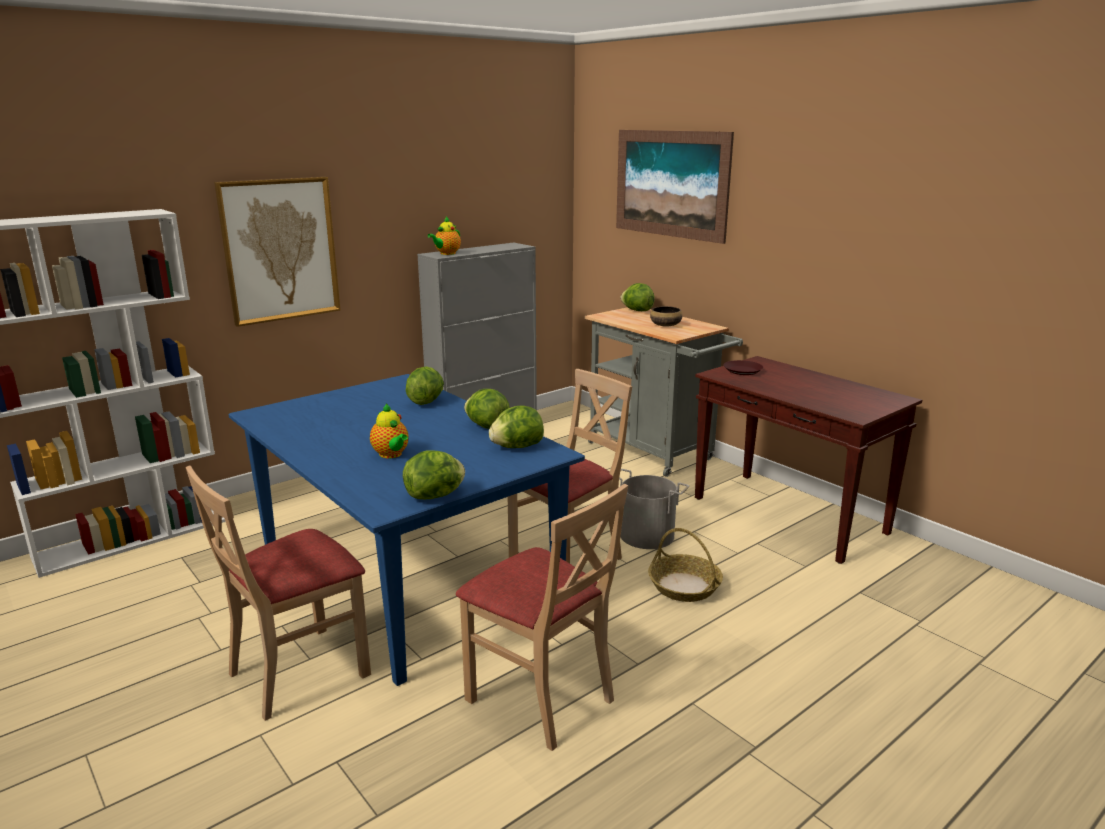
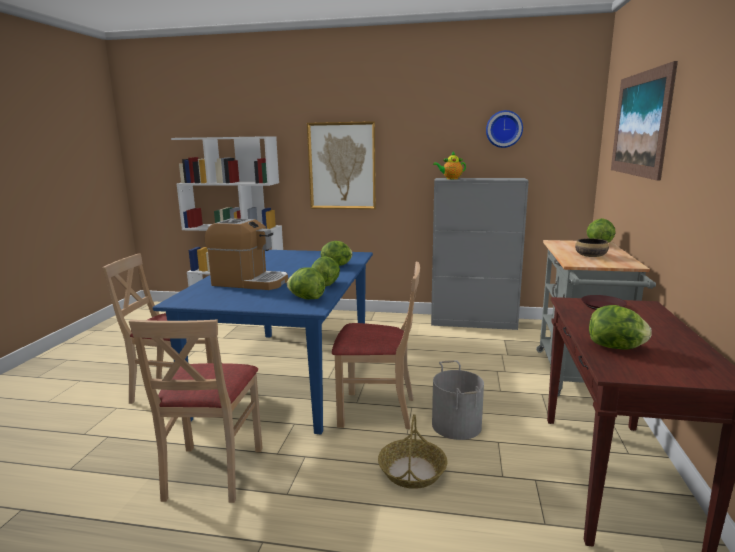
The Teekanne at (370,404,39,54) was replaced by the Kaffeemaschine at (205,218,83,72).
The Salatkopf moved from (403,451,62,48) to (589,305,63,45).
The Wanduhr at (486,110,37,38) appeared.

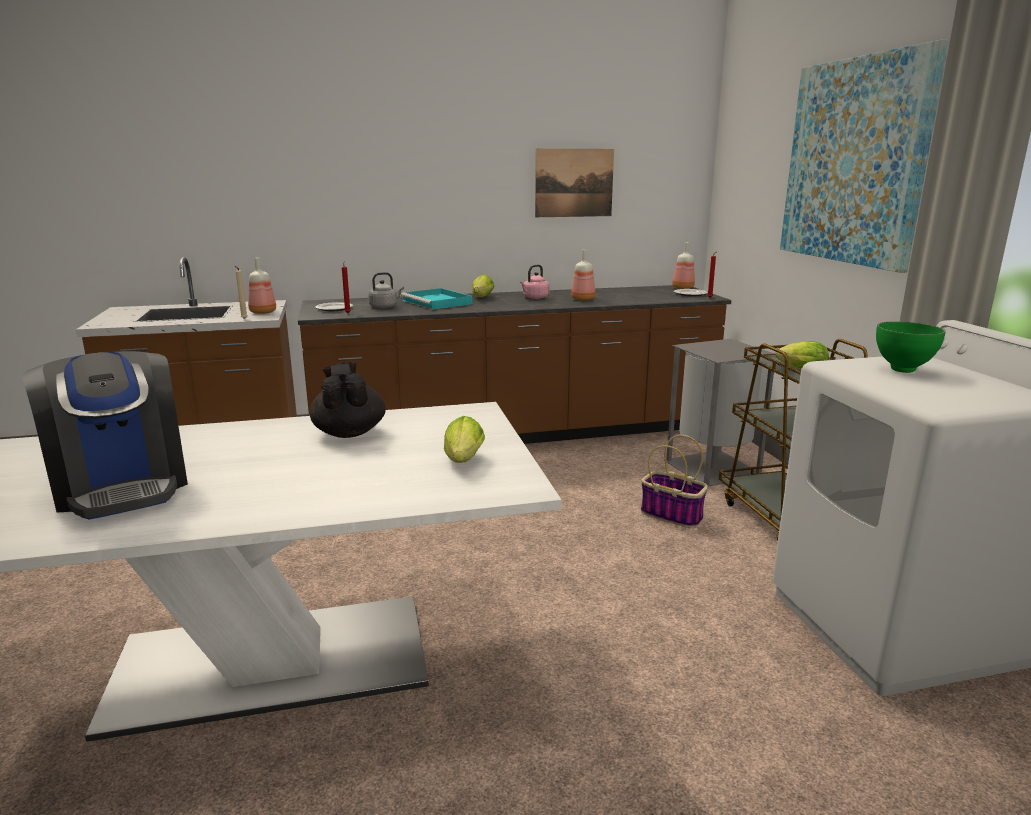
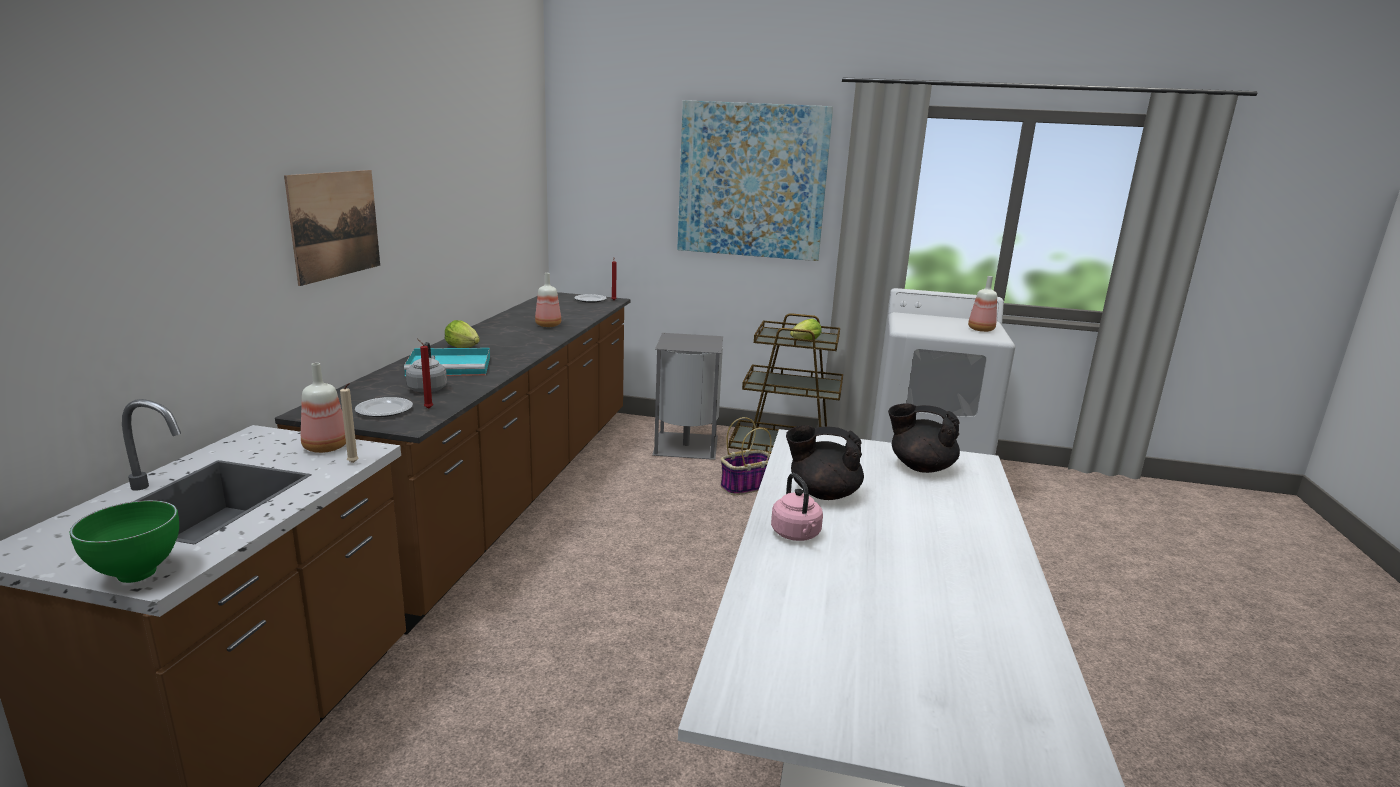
The Bild moved from (535,149,79,68) to (284,170,96,116).
The Flasche moved from (672,242,23,47) to (968,276,29,56).
The Wasserkessel/rosa moved from (520,265,30,34) to (771,473,52,68).
The Schüssel/grün moved from (876,321,70,52) to (69,500,110,83).
The Kaffeemaschine at (22,351,166,169) disappeared.
The Salatkopf at (444,416,41,47) was replaced by the Teekanne/schwarz at (888,404,72,69).

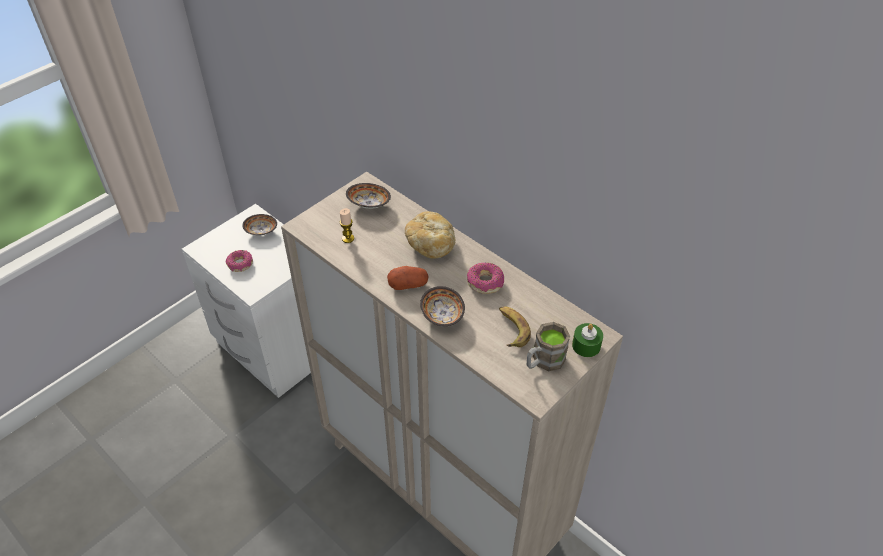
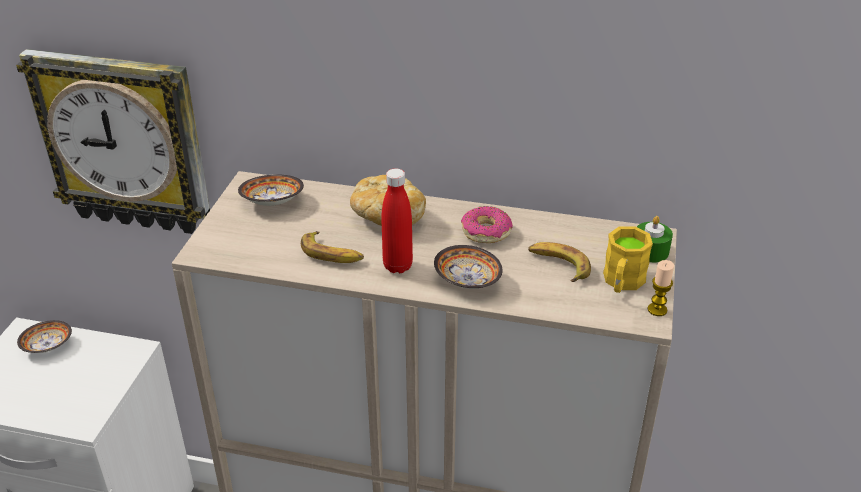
The Kerze moved from (340,208,14,35) to (647,260,27,56).
The Donut at (226,250,27,22) disappeared.
The Kartoffel at (387,266,41,24) was replaced by the Flasche/rot at (382,169,31,104).
The Henkelbecher/braun at (527,322,43,49) became the Henkelbecher/gelb at (603,227,50,66).
The Wanduhr at (16,49,194,185) appeared.
The Banane at (301,231,63,32) appeared.

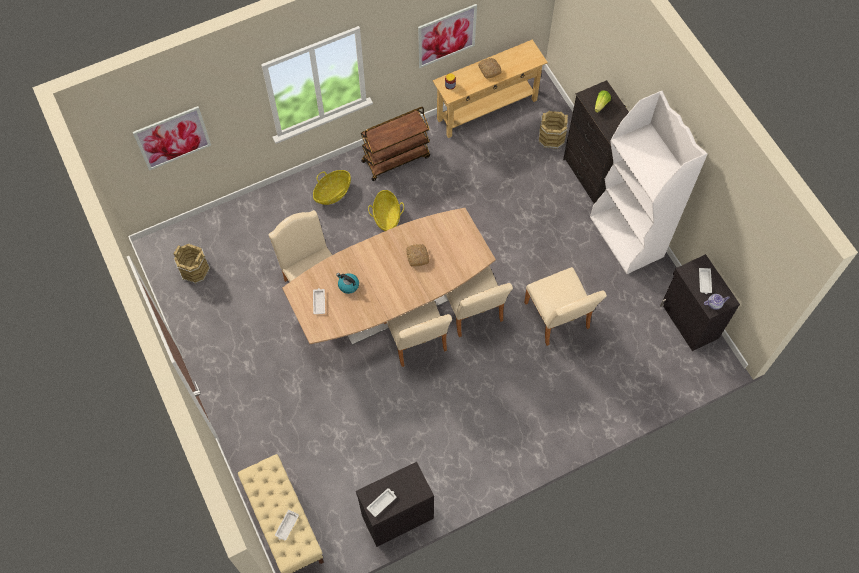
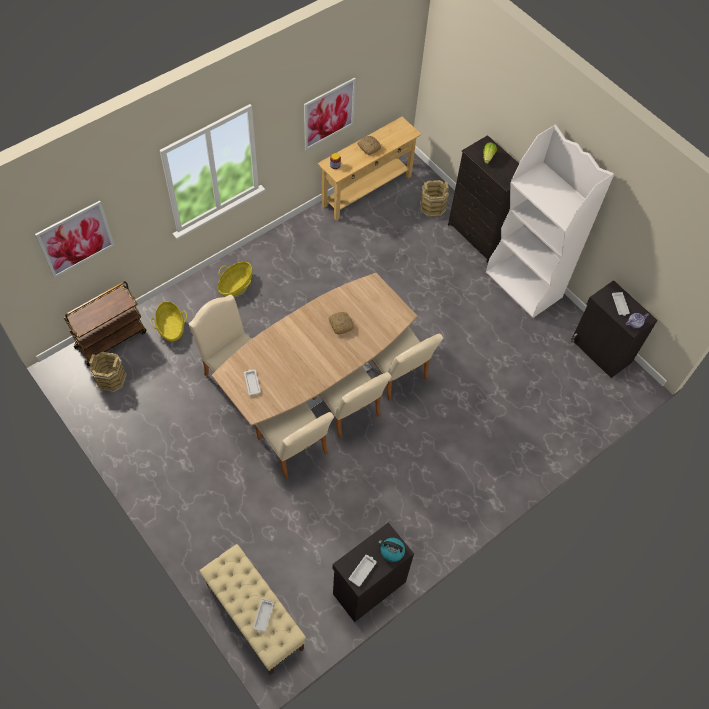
The Rollwagen/braun moved from (361,107,69,74) to (64,281,83,85).
The Korb moved from (368,190,36,41) to (150,301,37,40).
The Stuhl/beige moved from (524,267,83,79) to (255,402,79,77).
The Wasserkessel moved from (336,273,23,21) to (378,538,27,24).

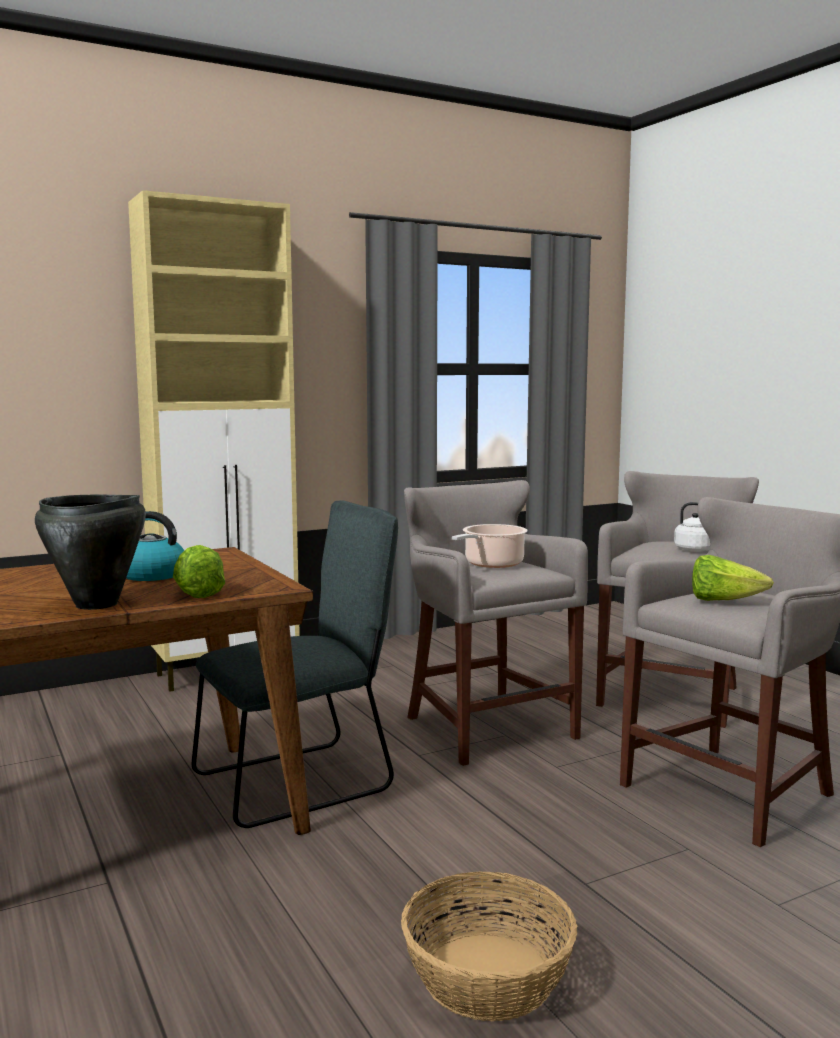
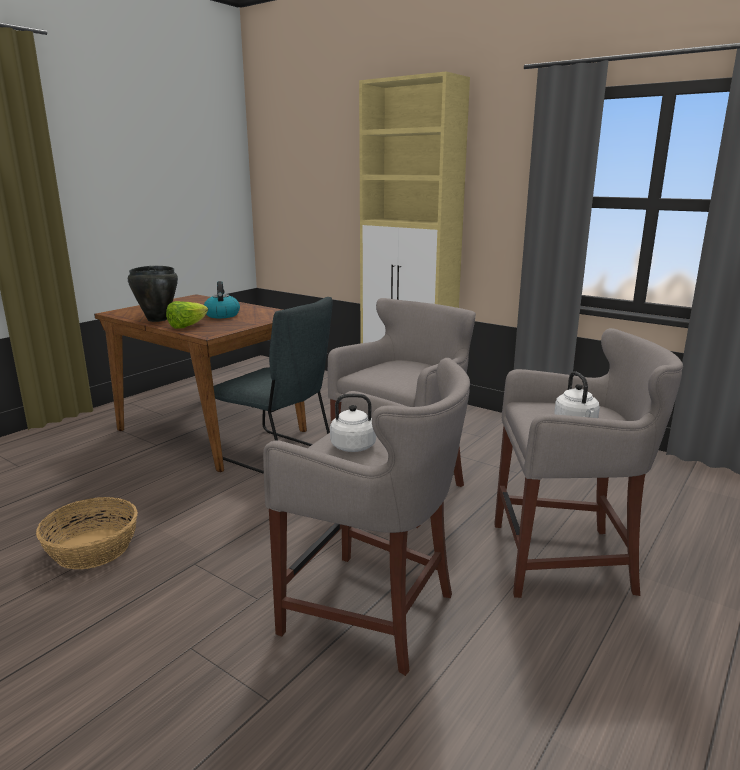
The Kochtopf at (452,524,75,44) disappeared.
The Salatkopf at (692,555,82,46) was replaced by the Wasserkessel/weiß at (330,394,46,58).

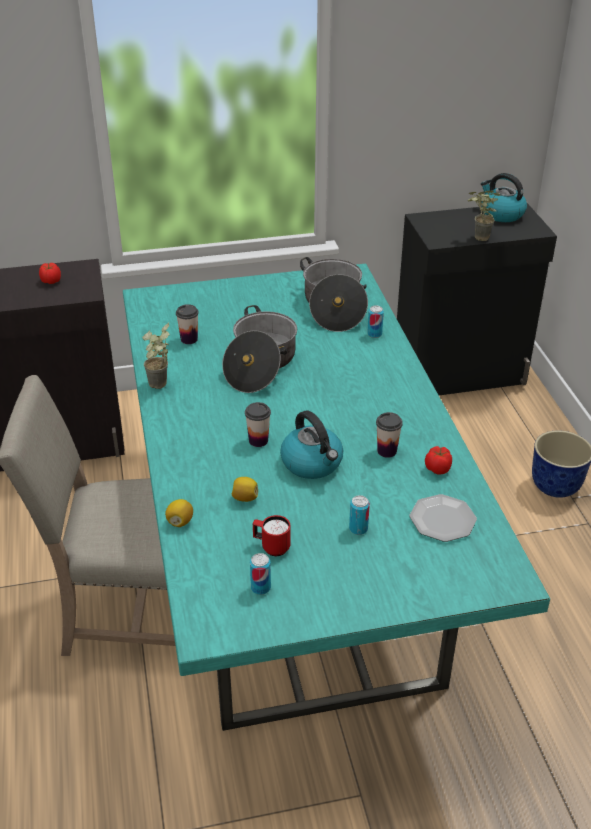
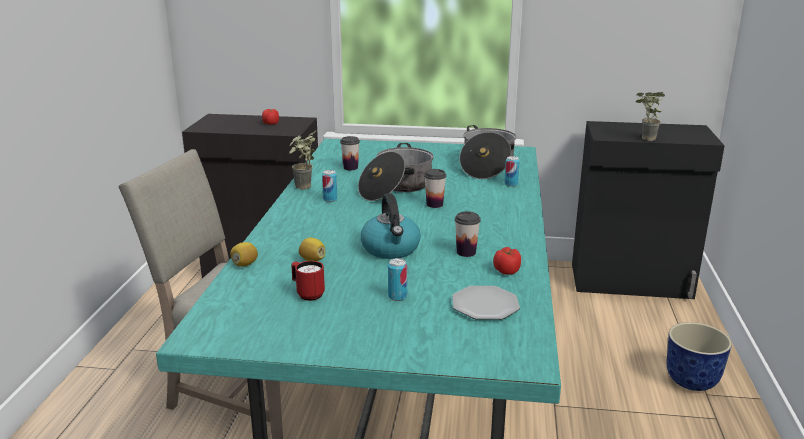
The Wasserkessel at (481,173,46,49) disappeared.
The Tasse moved from (245,402,26,45) to (424,169,22,39).
The Dose moved from (250,553,21,42) to (322,170,15,32).

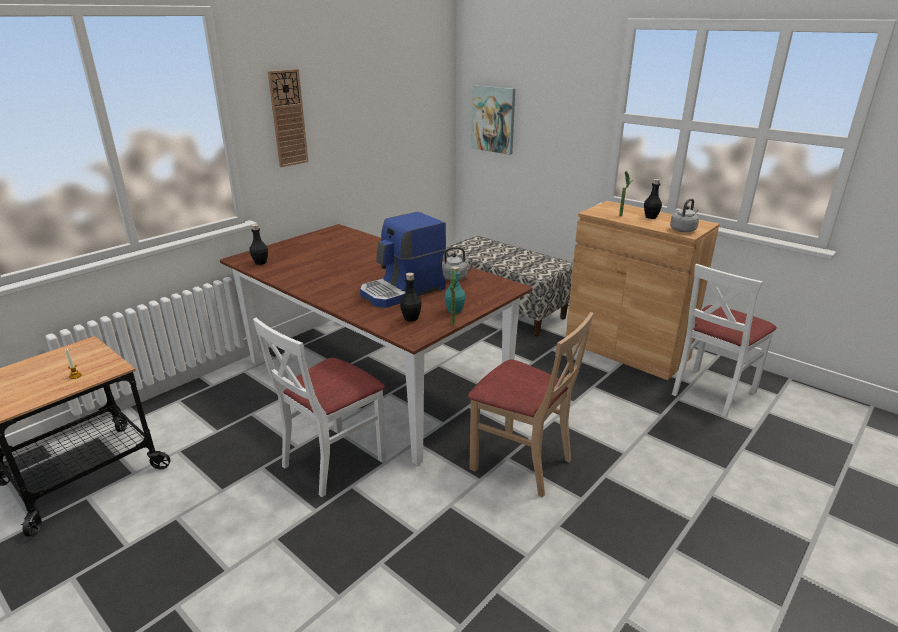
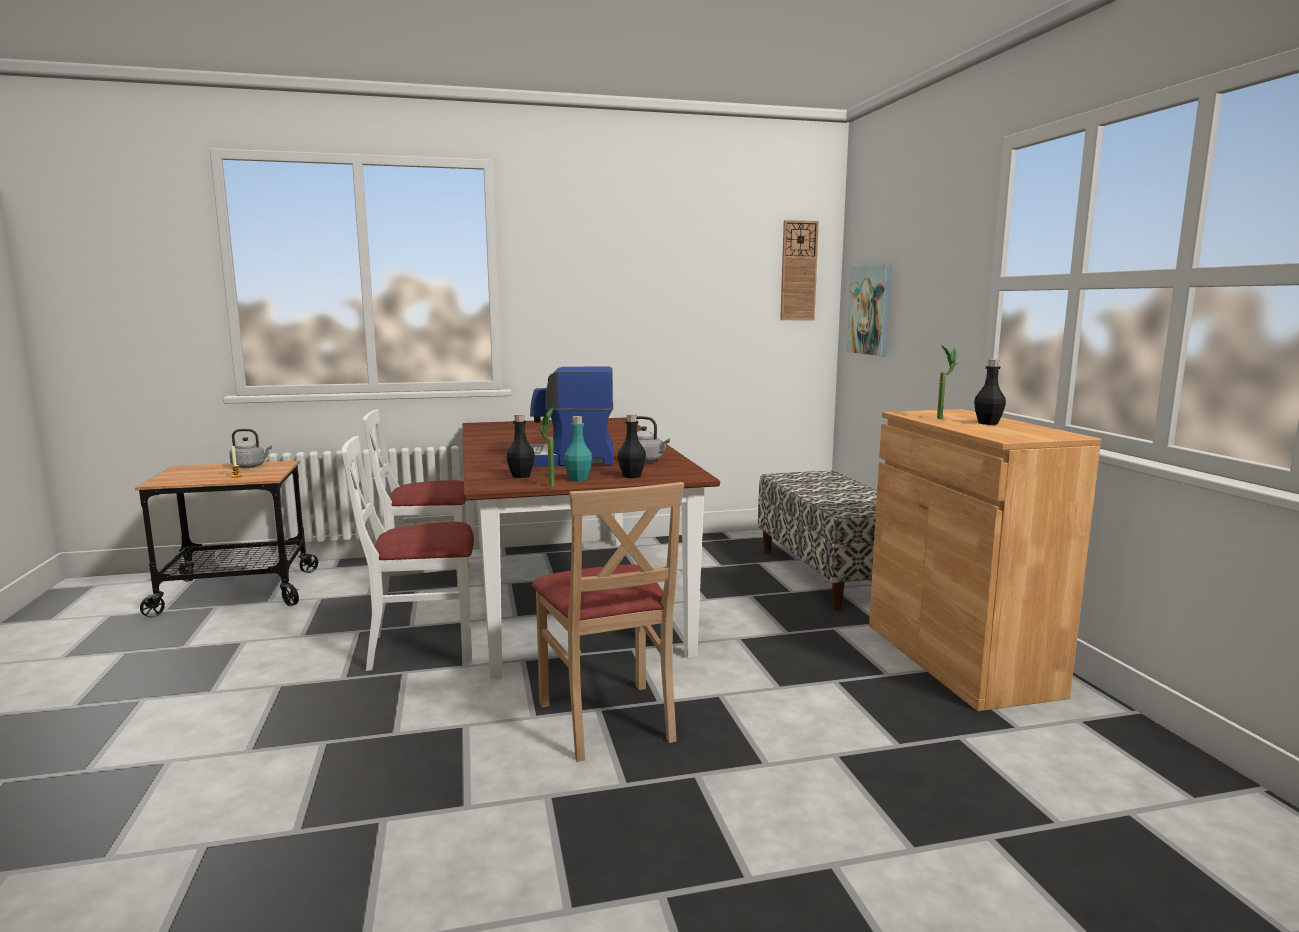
The Wanduhr moved from (268,69,41,98) to (780,220,39,100).
The Wasserkessel/grau moved from (670,198,29,34) to (229,429,43,39).
The Flasche/schwarz moved from (249,224,19,41) to (618,414,28,64).
The Stuhl/weiß moved from (672,264,105,154) to (363,409,106,182).

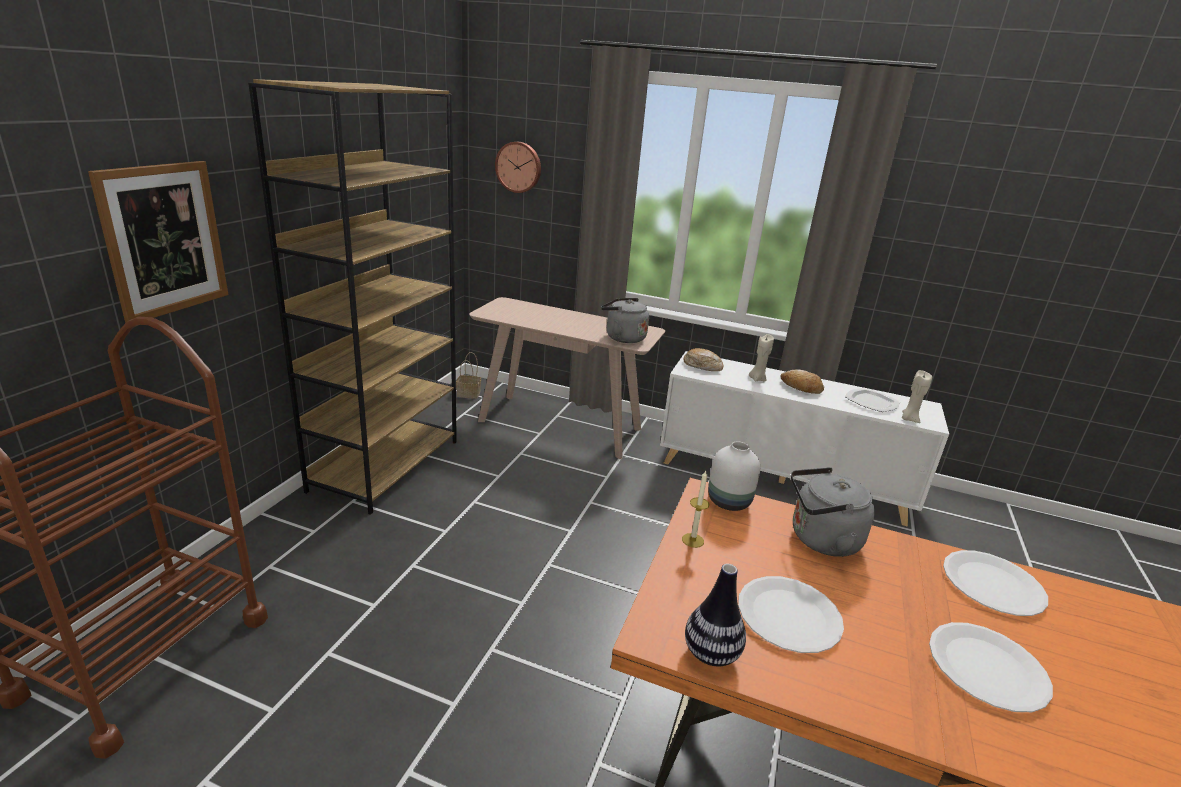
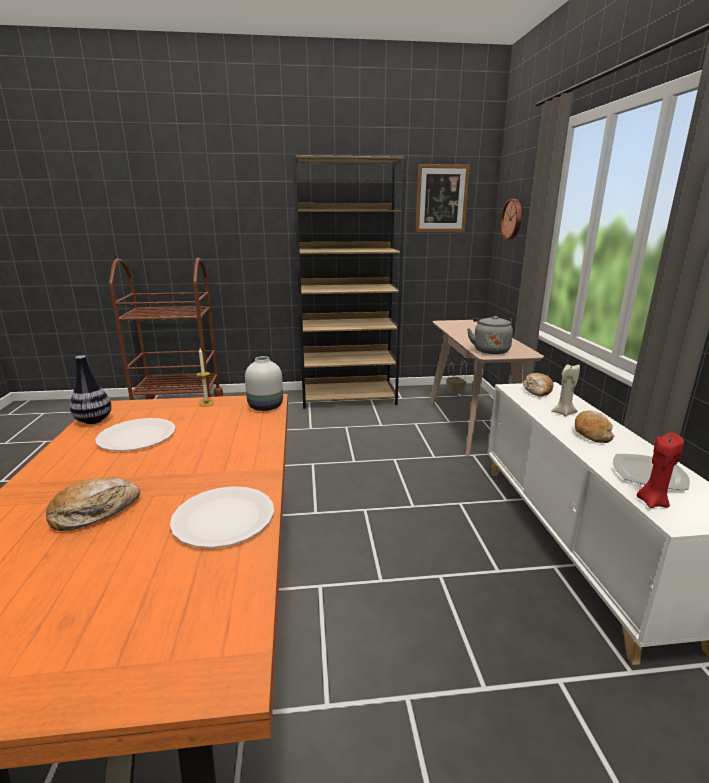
The Bild moved from (88,161,140,162) to (415,164,55,68).
The Kerze/beige at (902,370,30,53) became the Kerze/rot at (637,433,47,75).
The Wasserkessel/grau at (791,467,84,90) disappeared.
The Teller/weiß at (929,622,124,90) was replaced by the Brot at (46,477,94,54).

